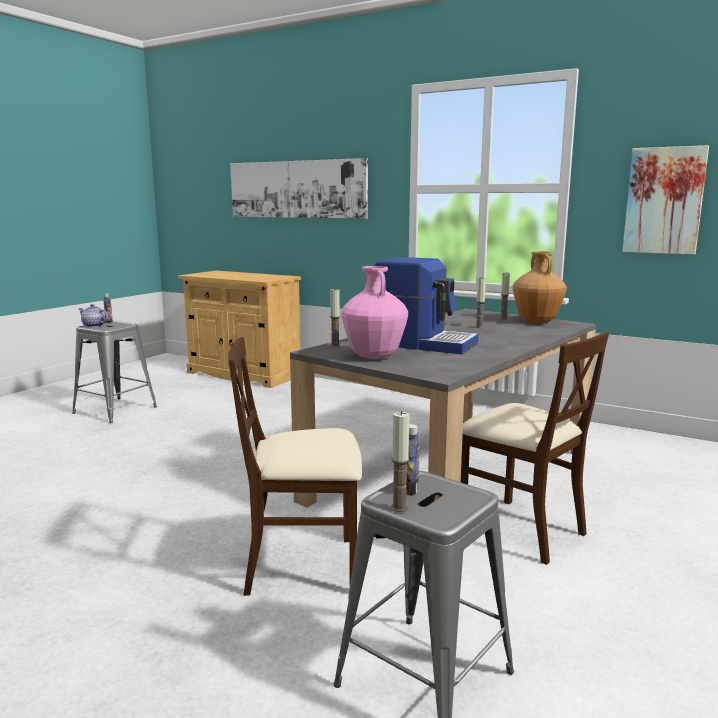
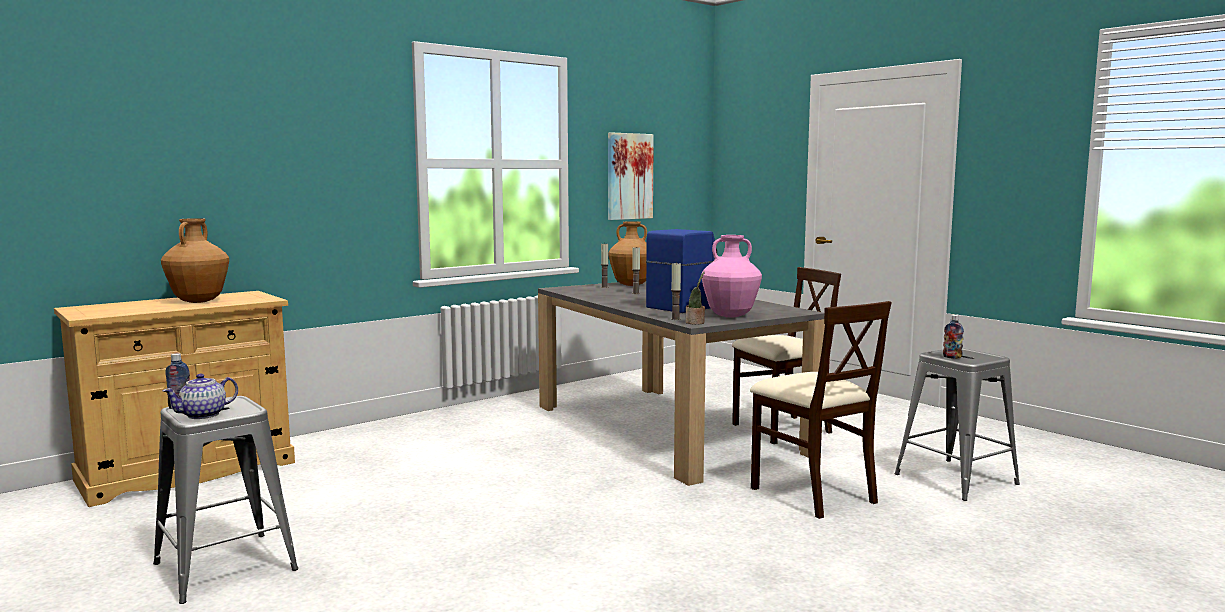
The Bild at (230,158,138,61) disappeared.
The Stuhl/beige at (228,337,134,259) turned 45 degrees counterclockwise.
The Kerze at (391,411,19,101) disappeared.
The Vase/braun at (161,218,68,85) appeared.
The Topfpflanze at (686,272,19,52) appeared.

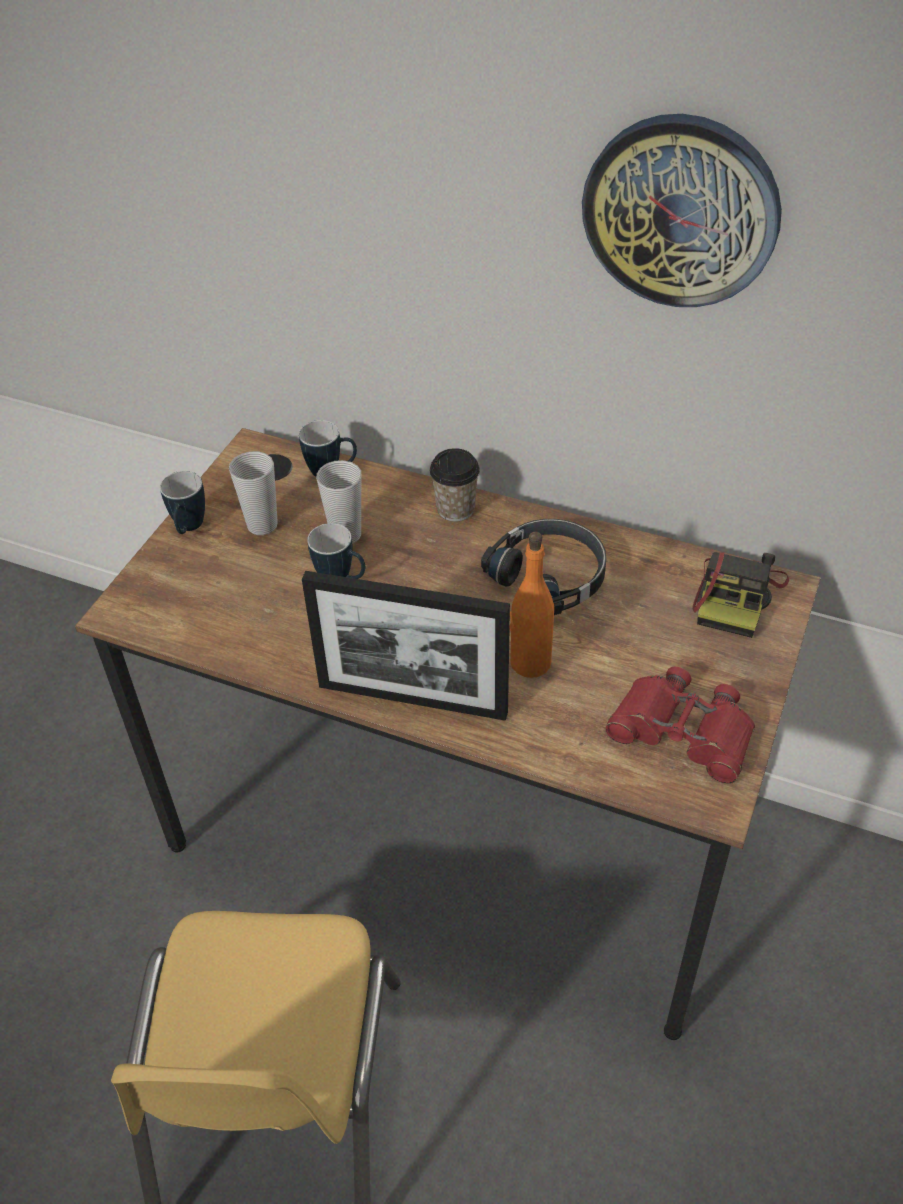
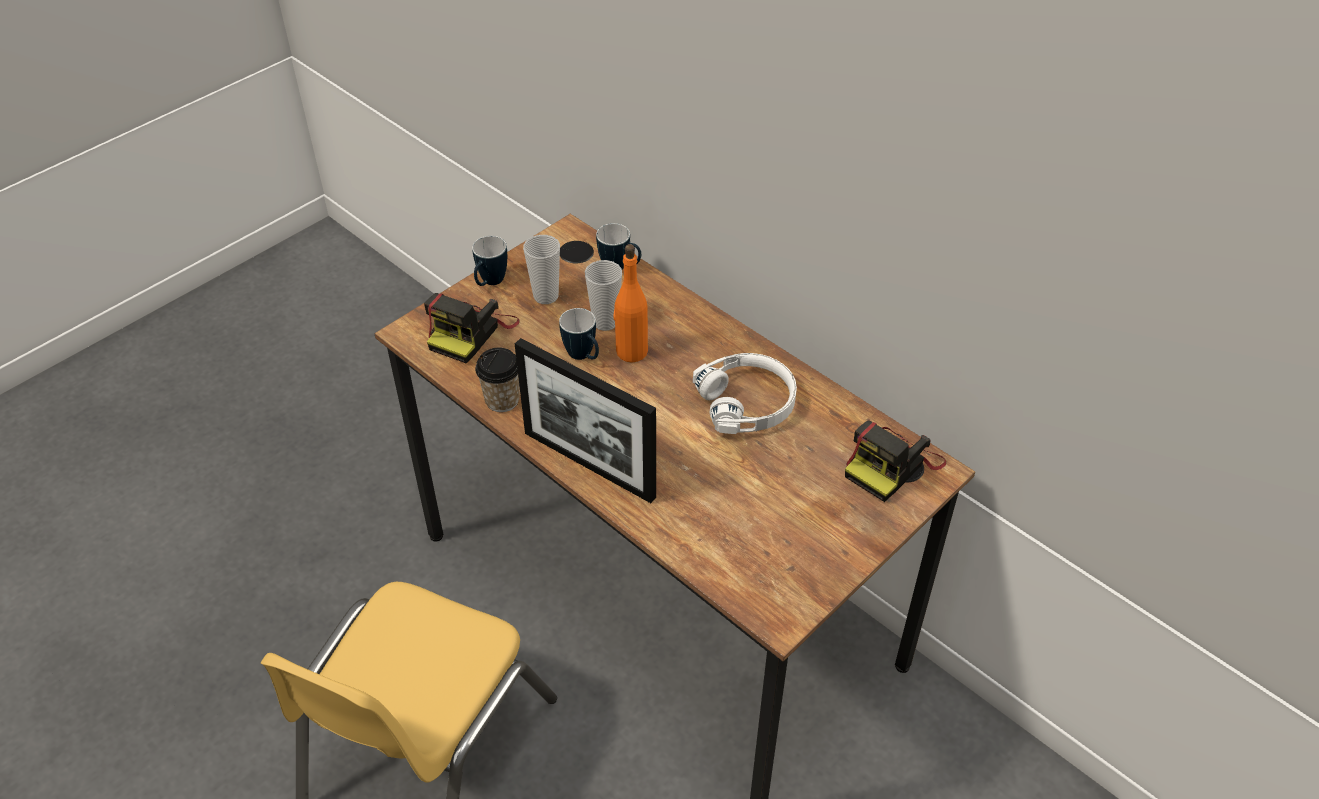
The Wanduhr at (582,114,200,193) disappeared.
The Tasse moved from (430,448,50,74) to (475,348,45,64).
The Kopfhörer/schwarz at (481,519,126,96) became the Kopfhörer/weiß at (693,353,104,81).
The Flasche/orange moved from (510,532,44,146) to (614,244,34,119).
The Fernglas/rot at (605,667,150,117) disappeared.
The Kamera at (424,293,96,71) appeared.

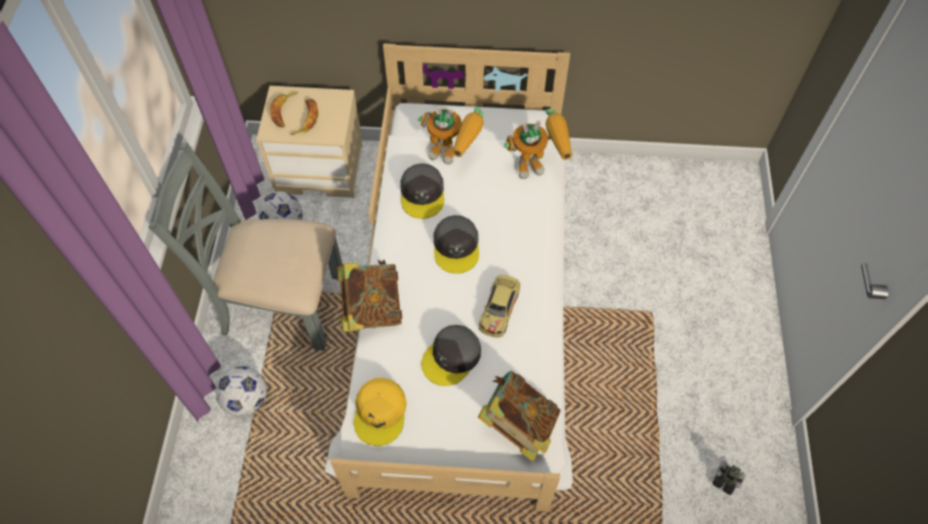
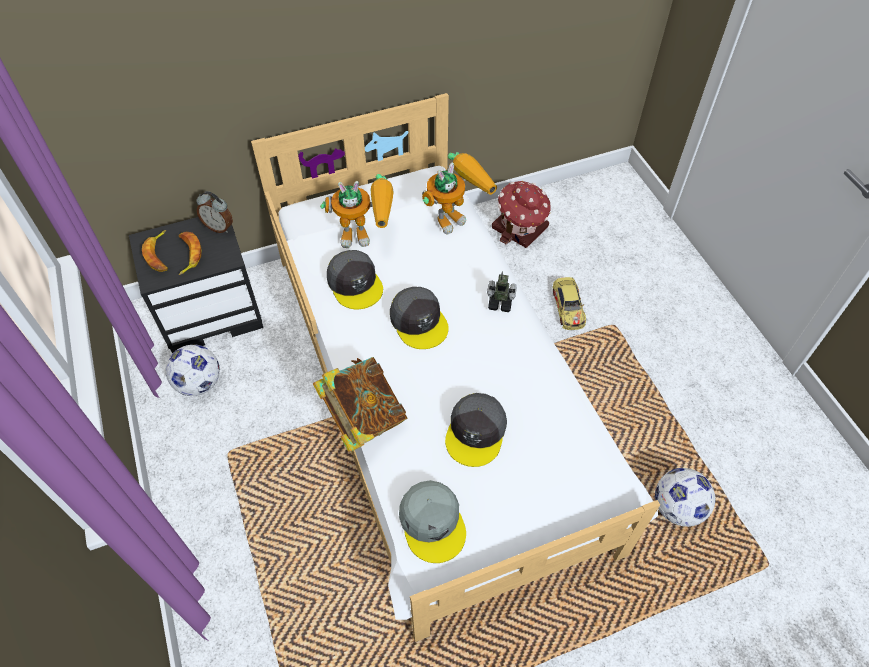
The Nachttisch/beige at (256,86,107,112) became the Nachttisch/schwarz at (129,217,134,137).
The Stuhl/grau at (148,143,195,208) disappeared.
The Spielzeugauto moved from (479,275,41,63) to (553,277,33,53).
The Fußball moved from (216,366,51,51) to (655,468,61,59).
The Buch at (478,371,83,90) disappeared.
The Kappe/gelb at (354,378,53,68) became the Kappe/grau at (399,480,67,83).
The Spielzeugroboter moved from (713,461,33,34) to (487,272,30,40).
The Spielzeughaus at (492,181,59,67) appeared.
The Wecker at (196,191,37,42) appeared.

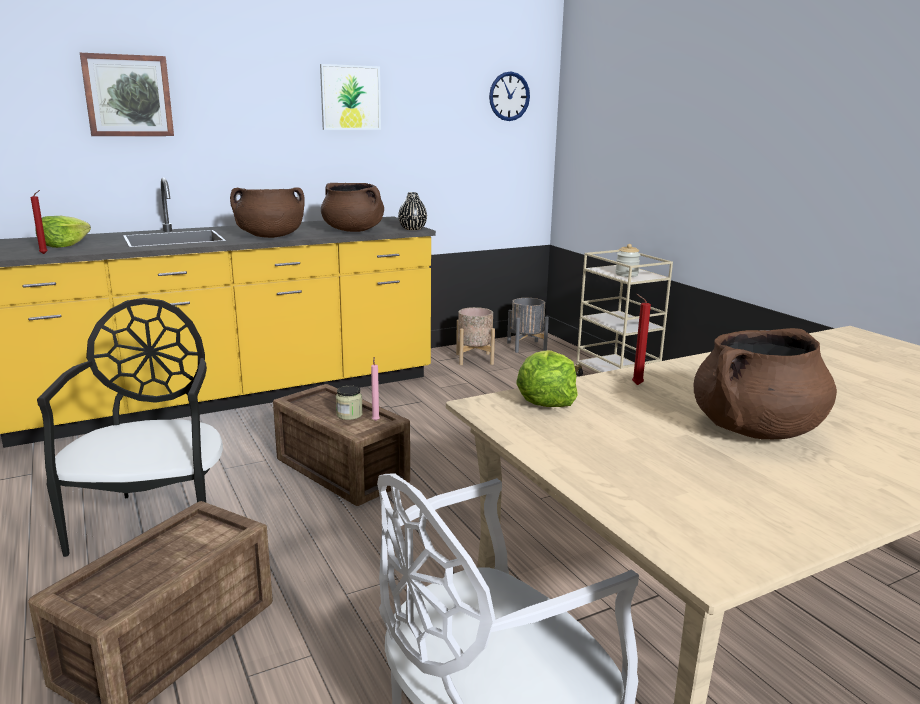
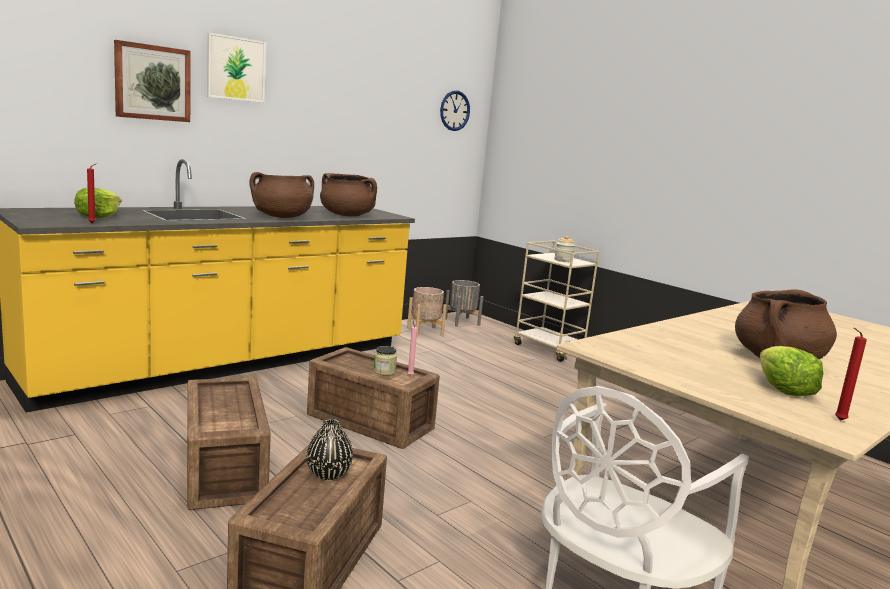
The Bild moved from (320,64,61,66) to (207,33,59,70).
The Vase/schwarz moved from (398,192,29,38) to (306,418,47,62).
The Kerze/rot moved from (632,294,19,91) to (835,328,32,93).
The Stuhl/schwarz at (37,298,186,259) was replaced by the Kiste at (187,377,84,133).
The Salatkopf moved from (517,350,61,57) to (760,346,63,50).

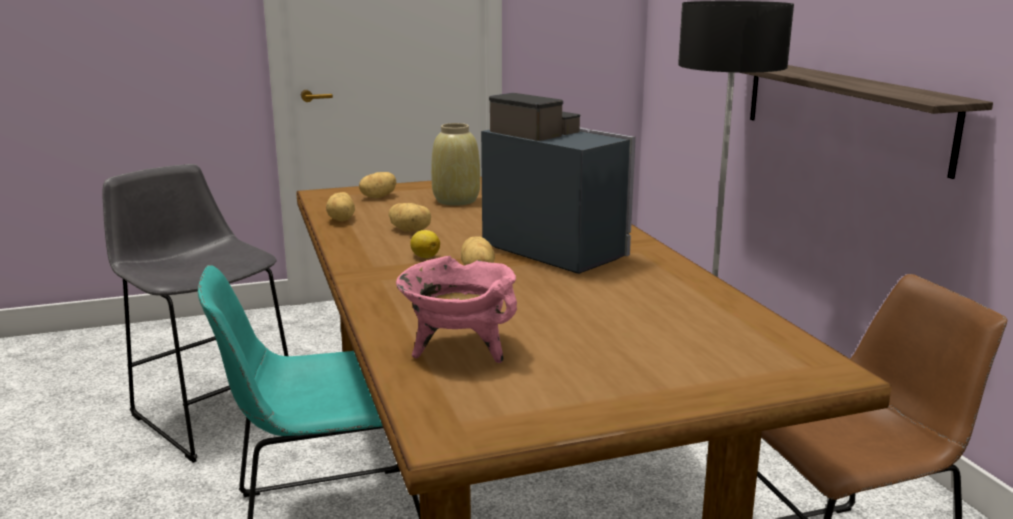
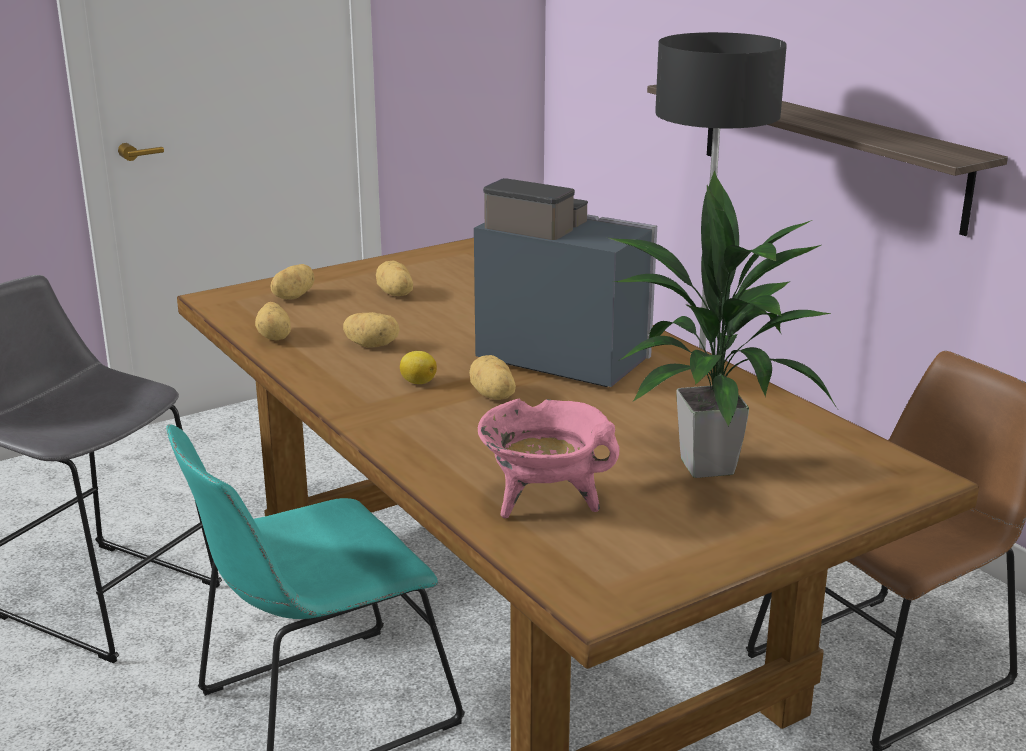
The Vase/beige at (431,123,49,83) was replaced by the Kartoffel at (376,261,37,35).
The Topfpflanze at (607,170,230,308) appeared.

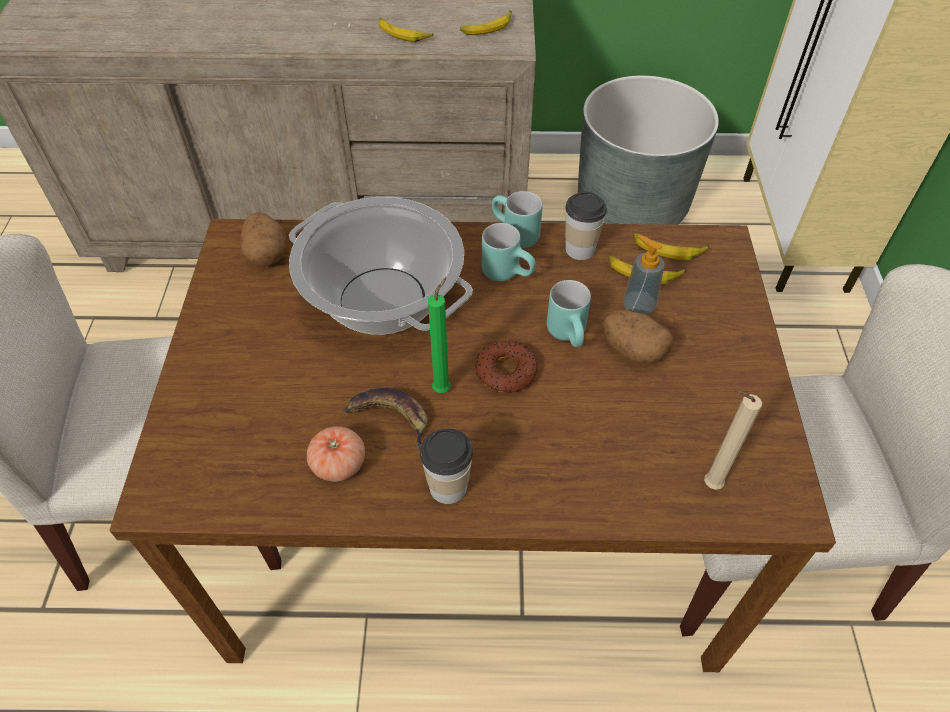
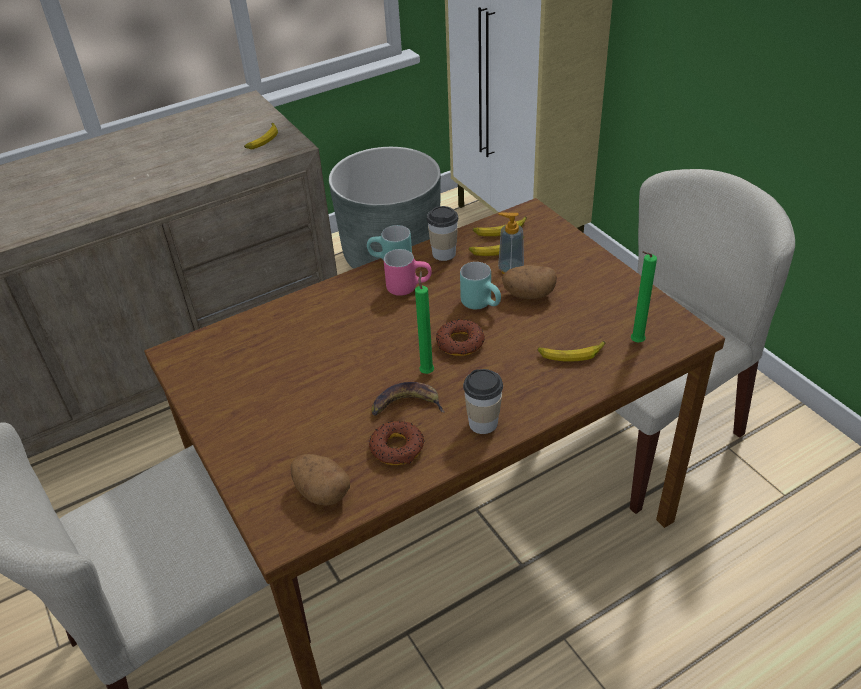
The Banane moved from (379,18,55,24) to (537,341,68,21).
The Kochtopf at (289,197,184,138) disappeared.
The Kartoffel moved from (241,212,45,54) to (291,454,59,51).
The Henkelbecher/türkis at (482,223,54,58) became the Henkelbecher/rosa at (384,249,48,47).
The Kerze/beige at (704,391,58,99) became the Kerze/grün at (631,251,26,91).
The Tomate at (307,426,58,56) was replaced by the Donut at (369,421,55,44).

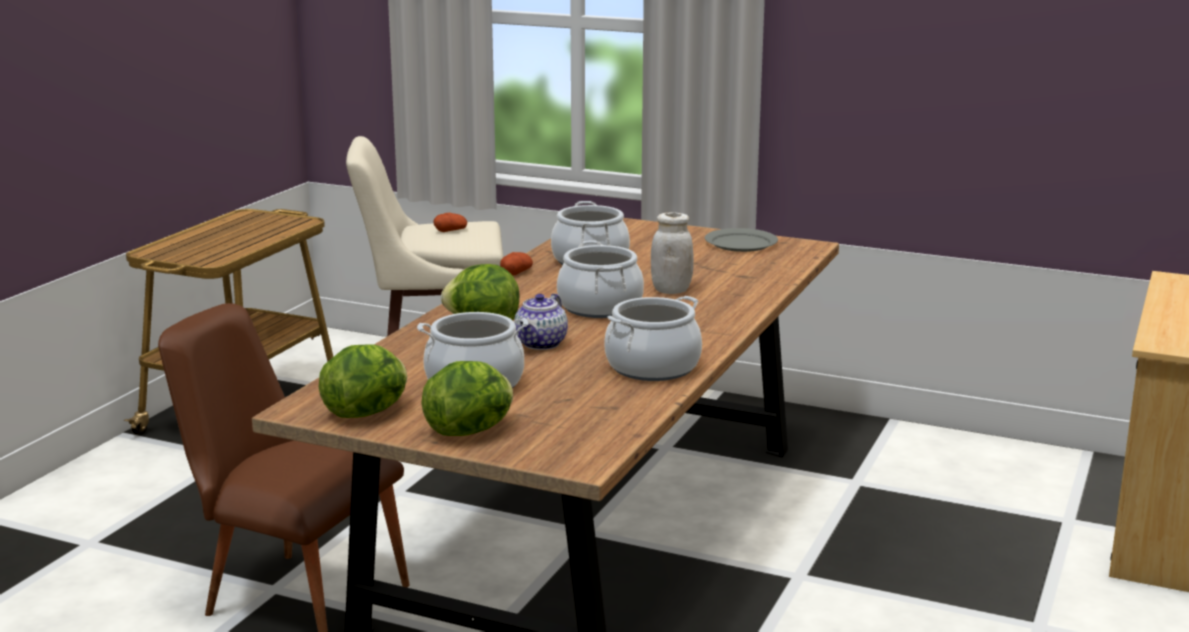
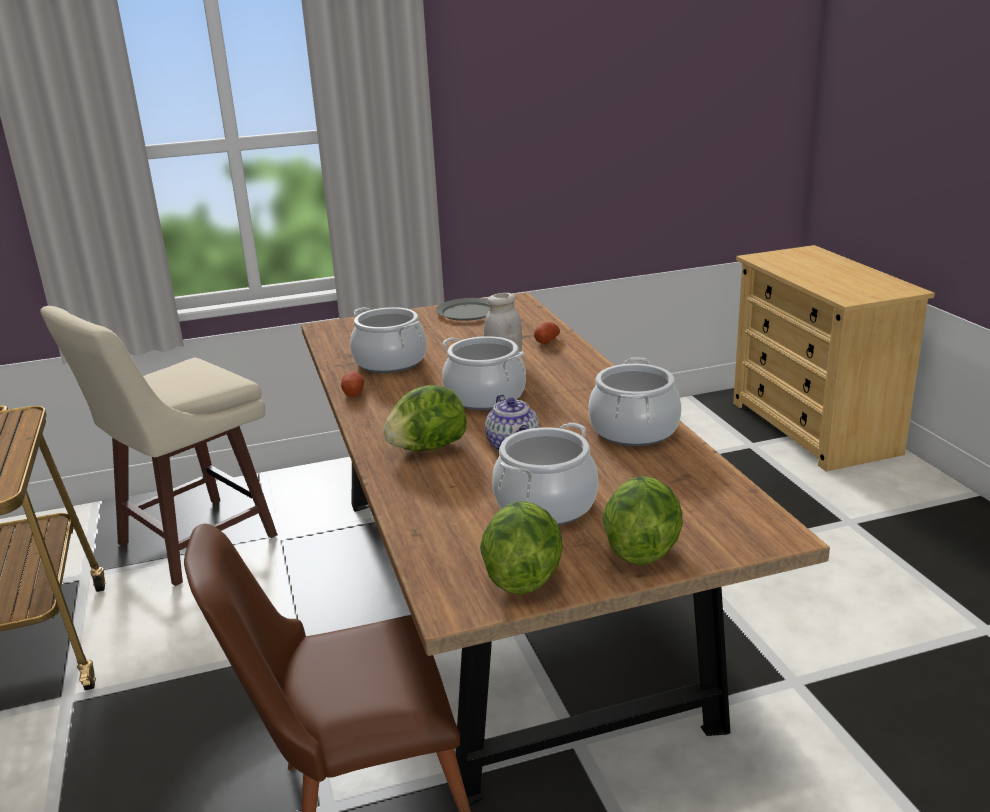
The Kartoffel moved from (433,213,34,19) to (534,322,26,22).

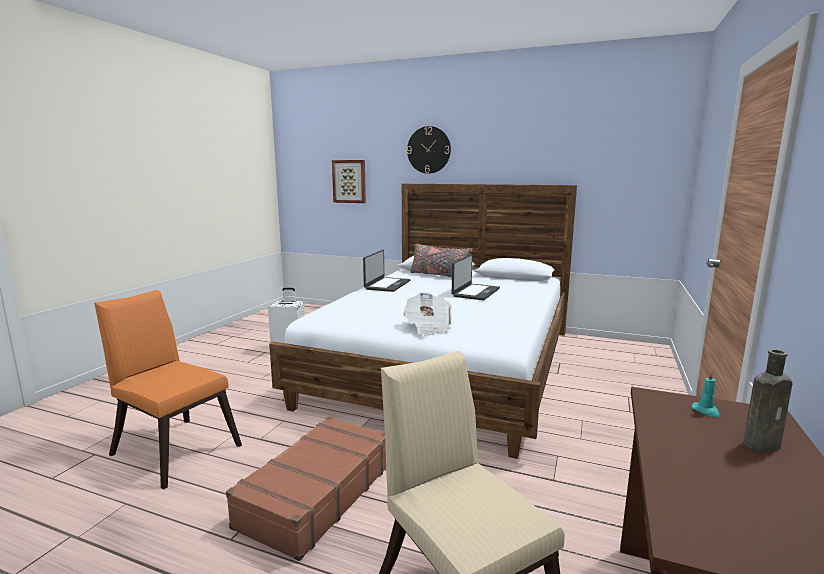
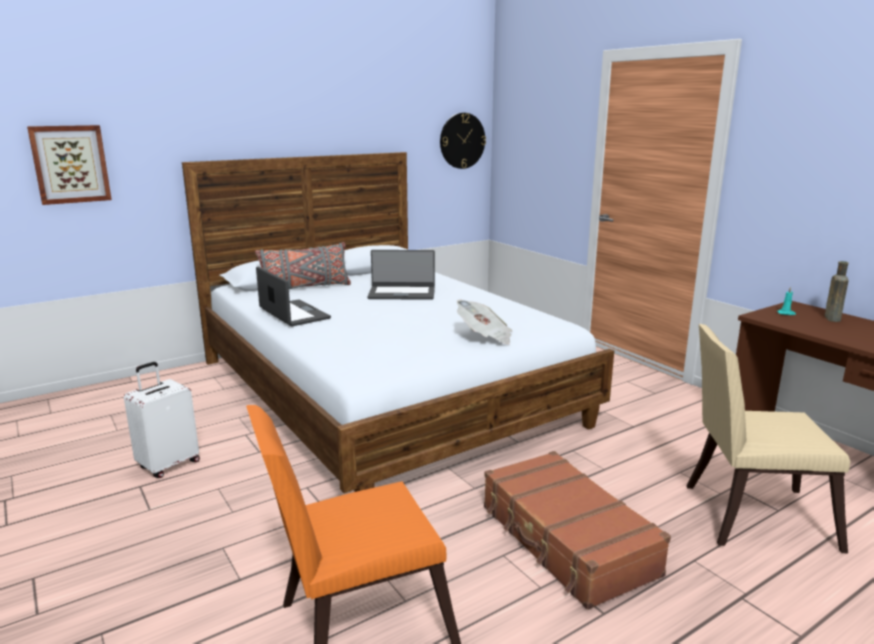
The Wanduhr moved from (407,126,44,48) to (440,113,46,56).
The Laptop at (452,255,48,45) turned 120 degrees clockwise.

